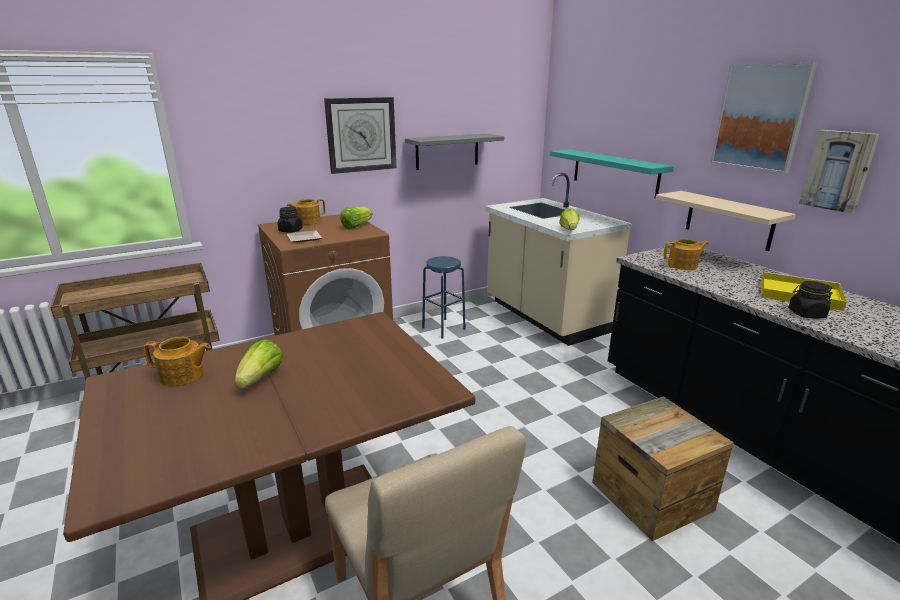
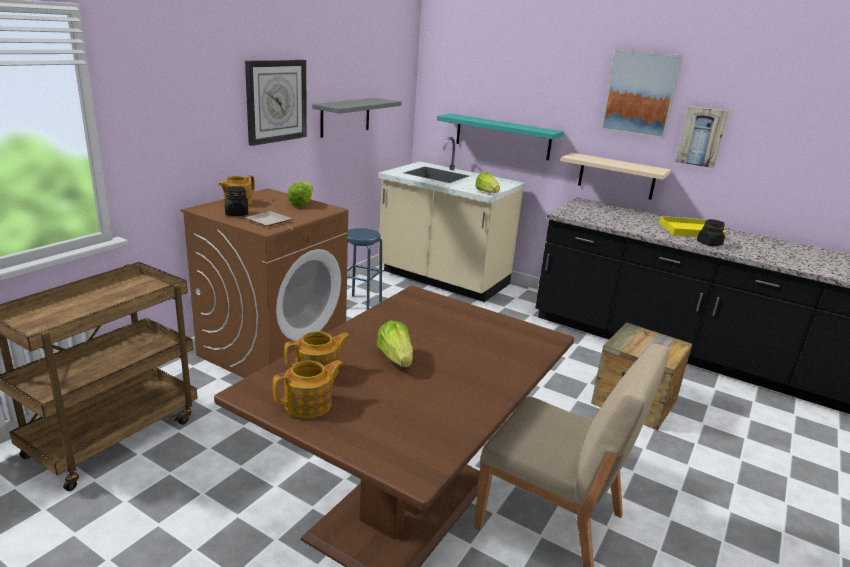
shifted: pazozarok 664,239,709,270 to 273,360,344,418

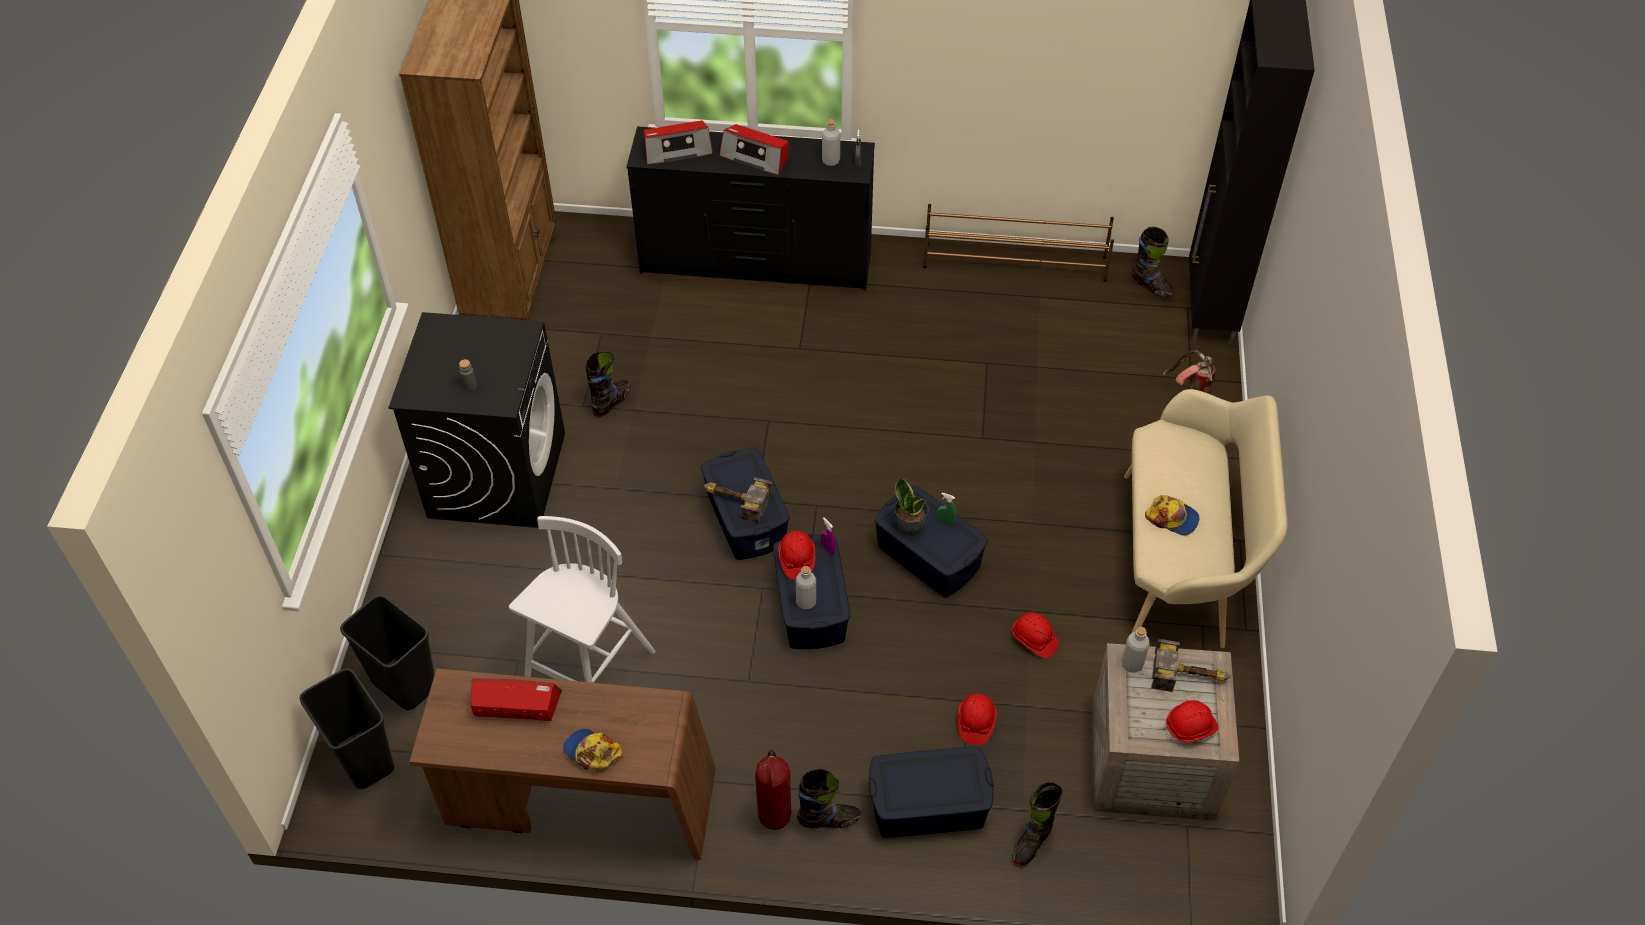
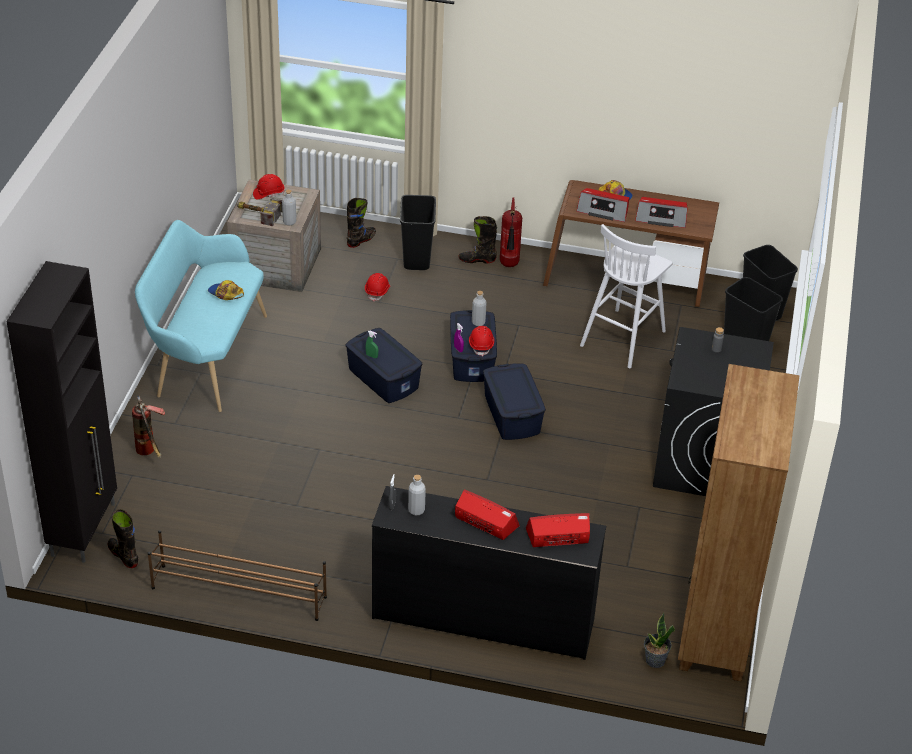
gone: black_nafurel 586,351,631,417; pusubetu 704,477,773,524; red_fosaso 1012,612,1058,658
new: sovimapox 577,188,629,222
shifted: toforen 895,477,928,537 to 644,613,675,668
swapped: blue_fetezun 869,747,994,838 to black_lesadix 400,195,436,270
repainted: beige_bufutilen 1124,389,1287,648 to turquoise_bufutilen 135,220,267,412

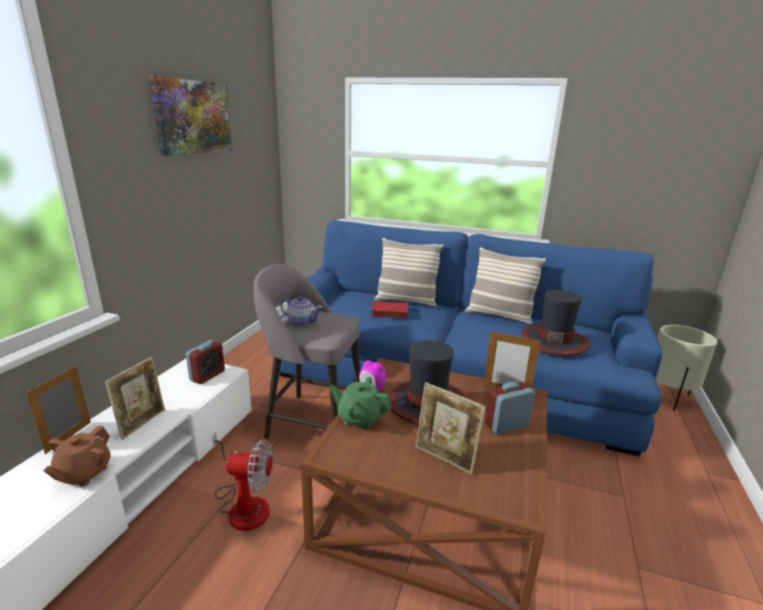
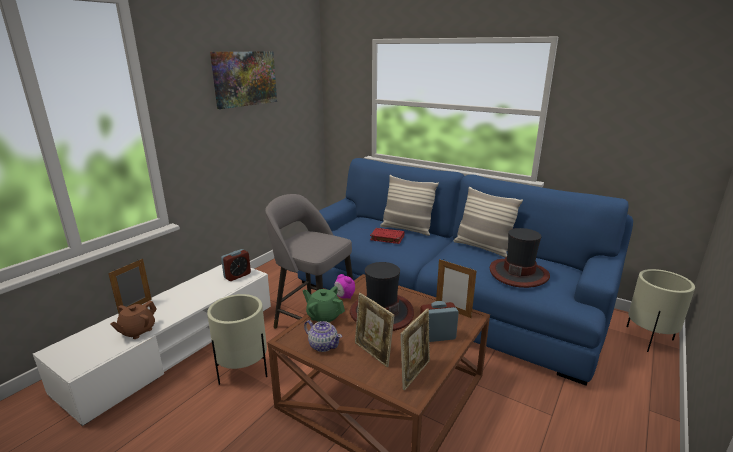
shifted: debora 105,357,165,440 to 400,309,430,391; pazozarok 280,296,322,326 to 304,320,342,352
swapped: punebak 212,432,273,531 to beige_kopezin 207,294,267,385

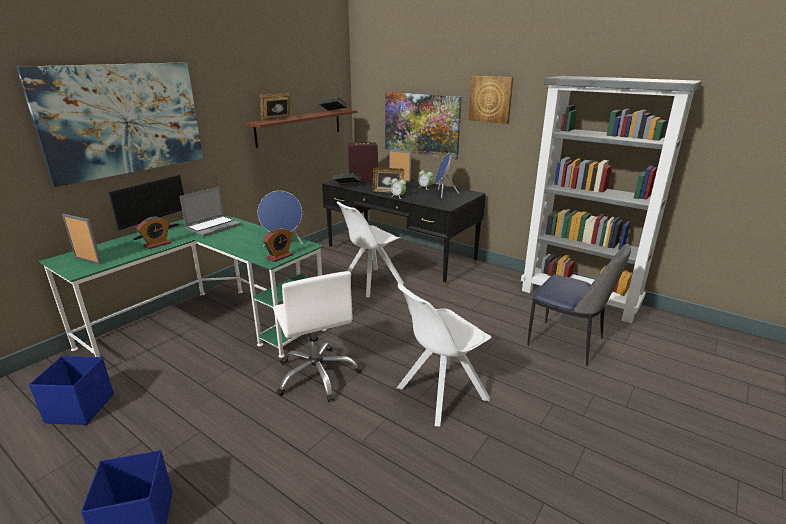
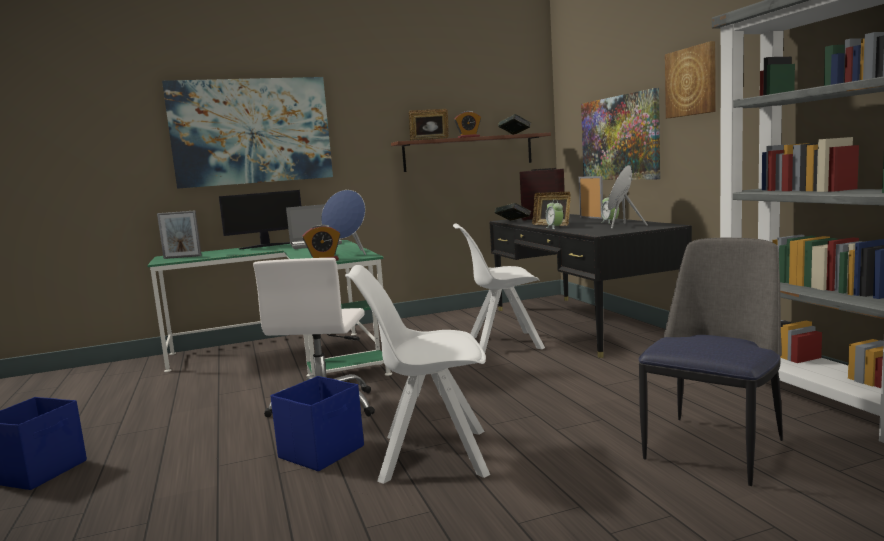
shifted: blue_fetezun 29,356,114,425 to 271,376,364,471; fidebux 137,217,171,249 to 454,111,481,138
rotated: debora 62,214,102,264 = 157,211,202,259 120 degrees clockwise; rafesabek 527,244,631,366 = 639,238,783,486 120 degrees counterclockwise

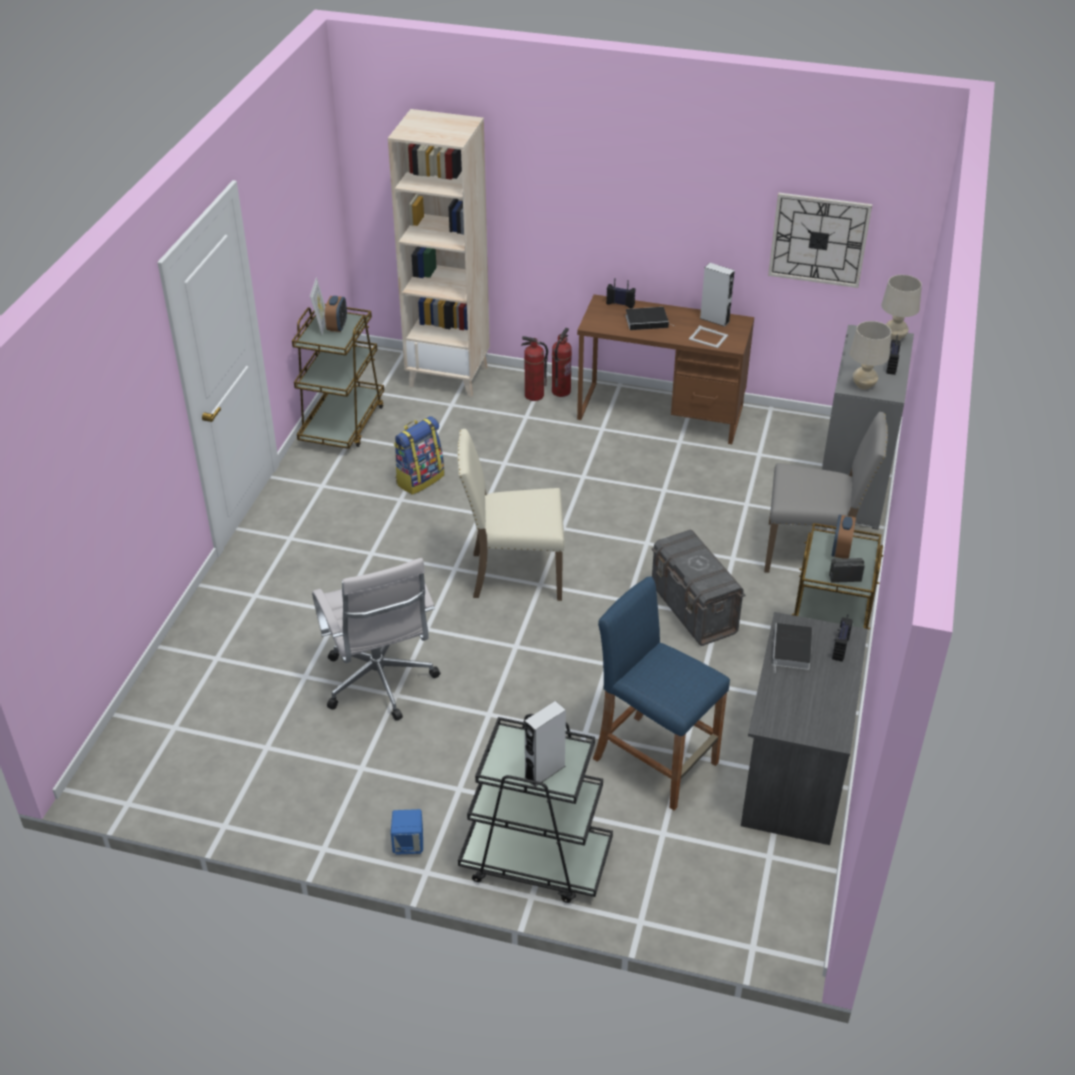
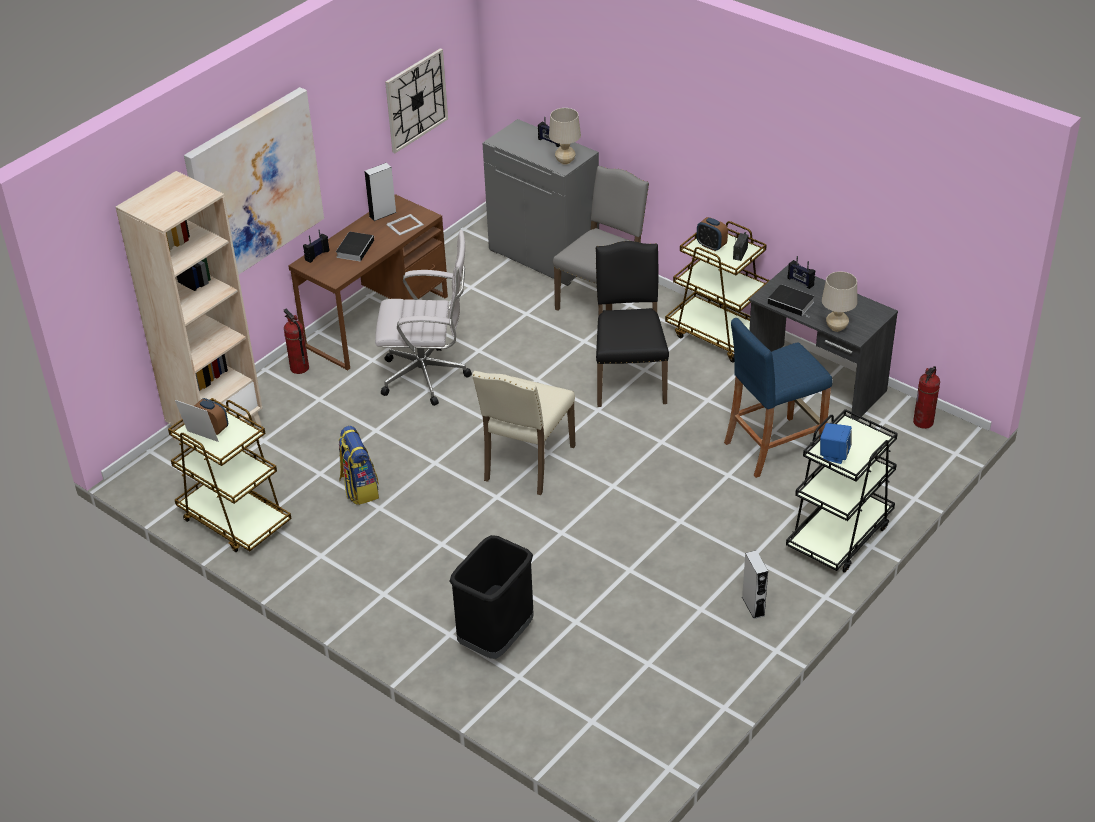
new: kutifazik 184,87,324,275; black_lesadix 449,535,534,659
shifted: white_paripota 312,558,440,721 to 375,230,472,406; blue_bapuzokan 391,809,423,855 to 820,423,852,464; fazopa 521,336,548,401 to 913,366,940,429; grey_bapuzokan 524,701,566,787 to 742,550,768,619; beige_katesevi 881,275,922,340 to 822,271,857,332
swapped: grey_fetezun 651,529,745,646 to black_rafesabek 596,241,669,407

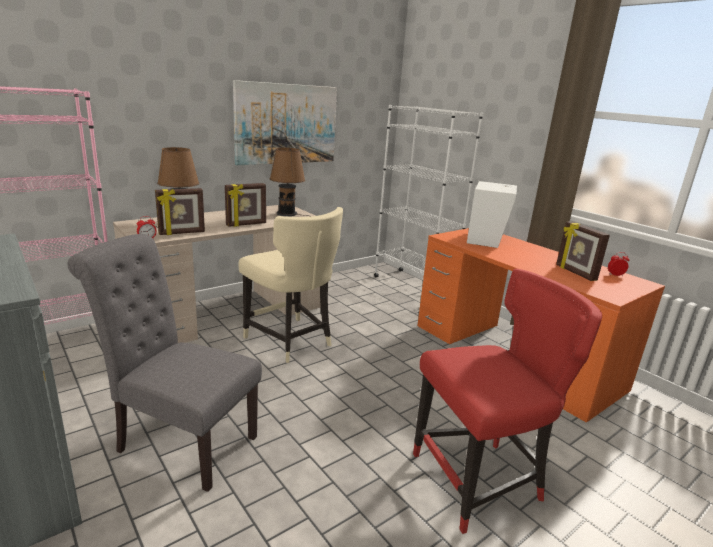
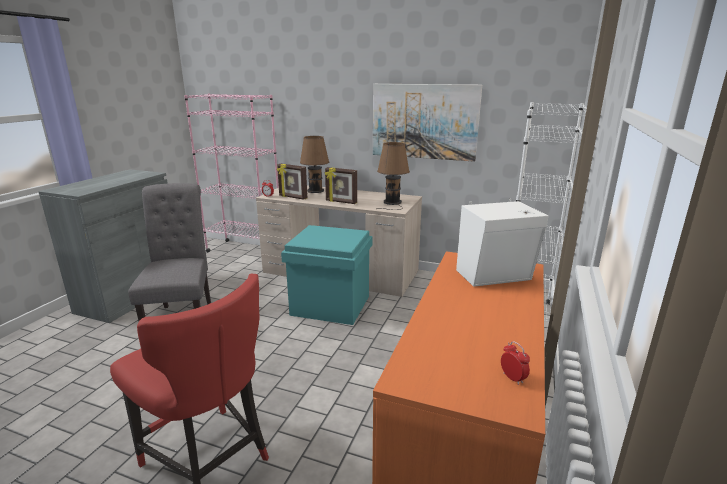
gone: debora 556,221,610,281
swapped: beige_rafesabek 238,207,343,363 to turquoise_fetezun 281,225,372,325

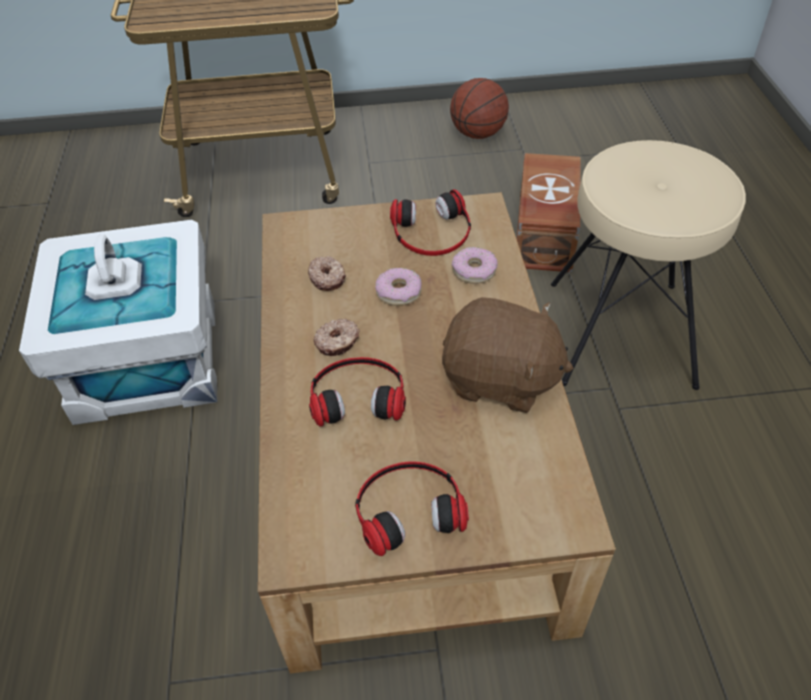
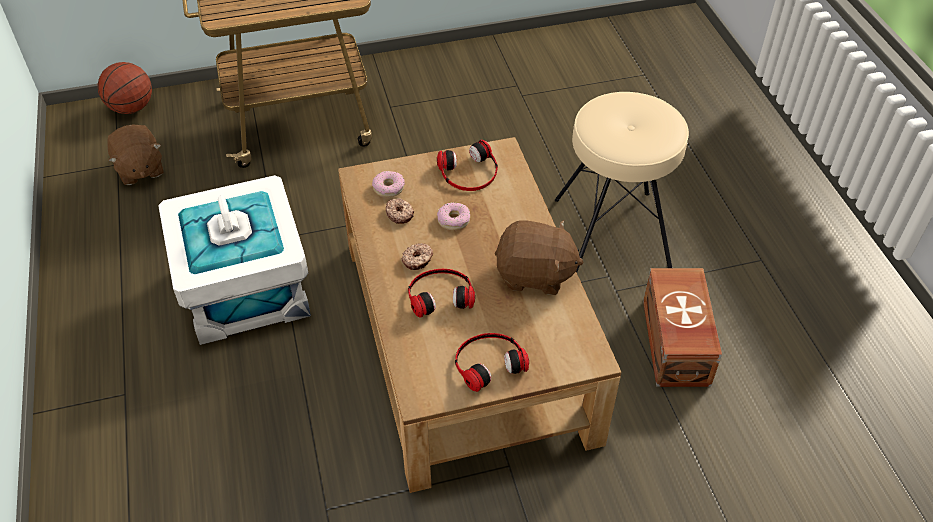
new: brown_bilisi 107,124,163,185
shifted: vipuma 450,78,509,139 to 98,62,152,114; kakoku 452,247,498,284 to 372,171,405,197; brown_fetezun 517,153,580,272 to 643,268,722,387

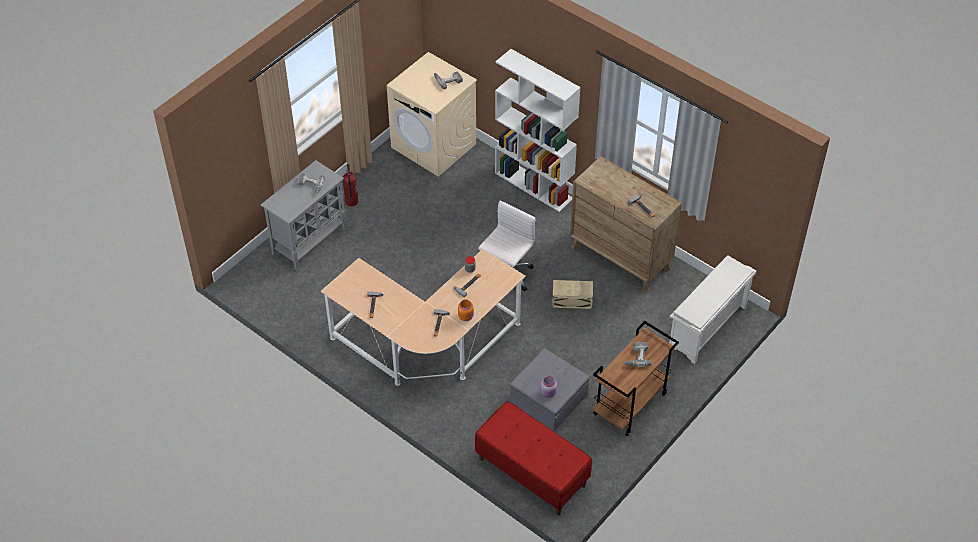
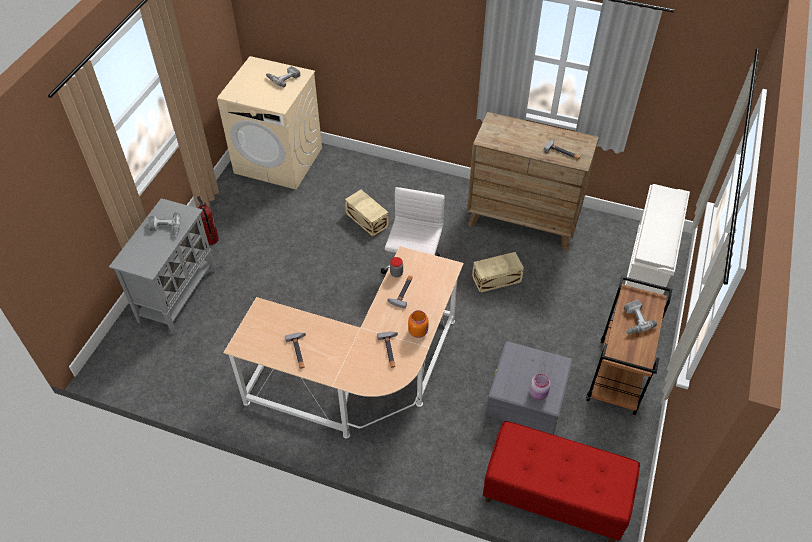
gone: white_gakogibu 495,49,581,212
new: beige_fetezun 345,190,389,237

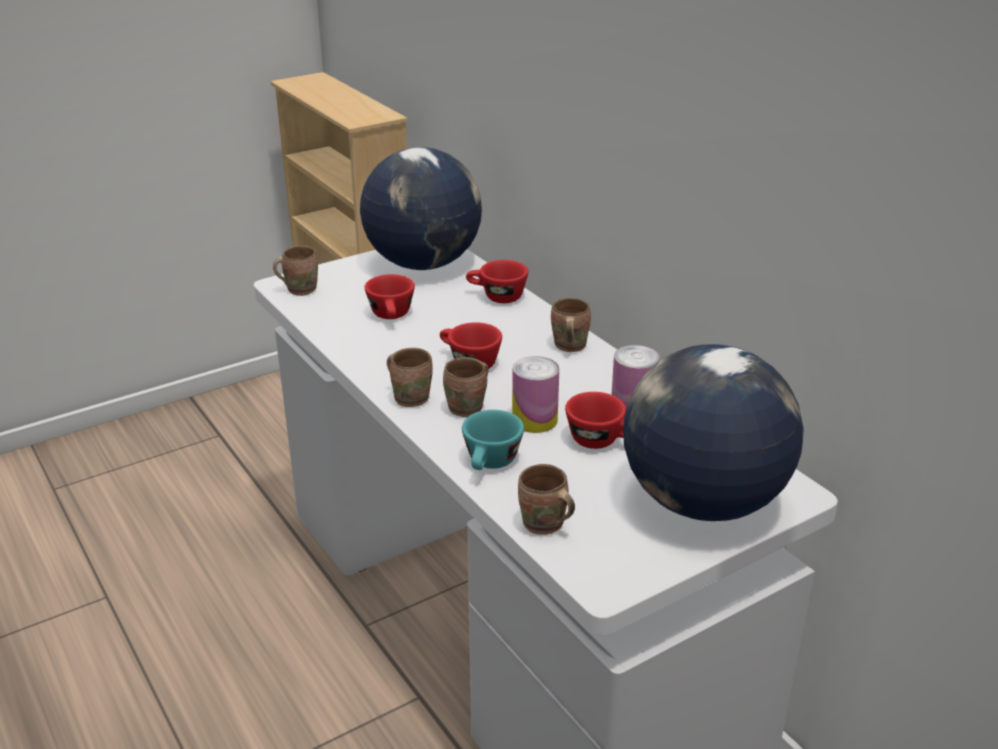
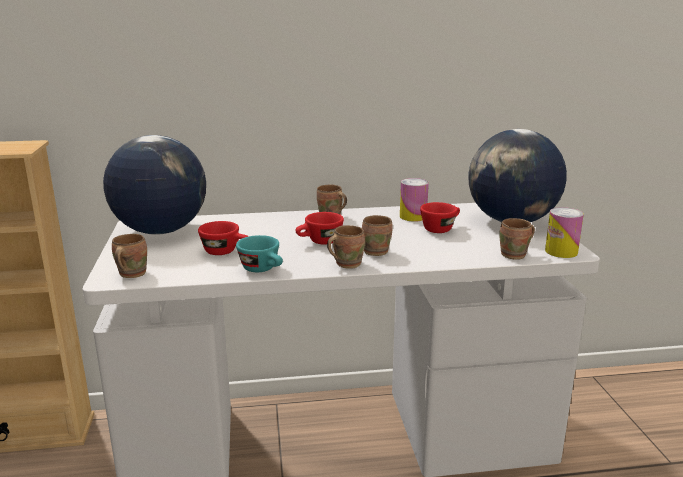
gone: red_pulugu 466,260,528,303
shifted: turquoise_pulugu 462,410,524,470 to 236,235,283,272; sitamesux 512,356,559,433 to 545,207,584,258

